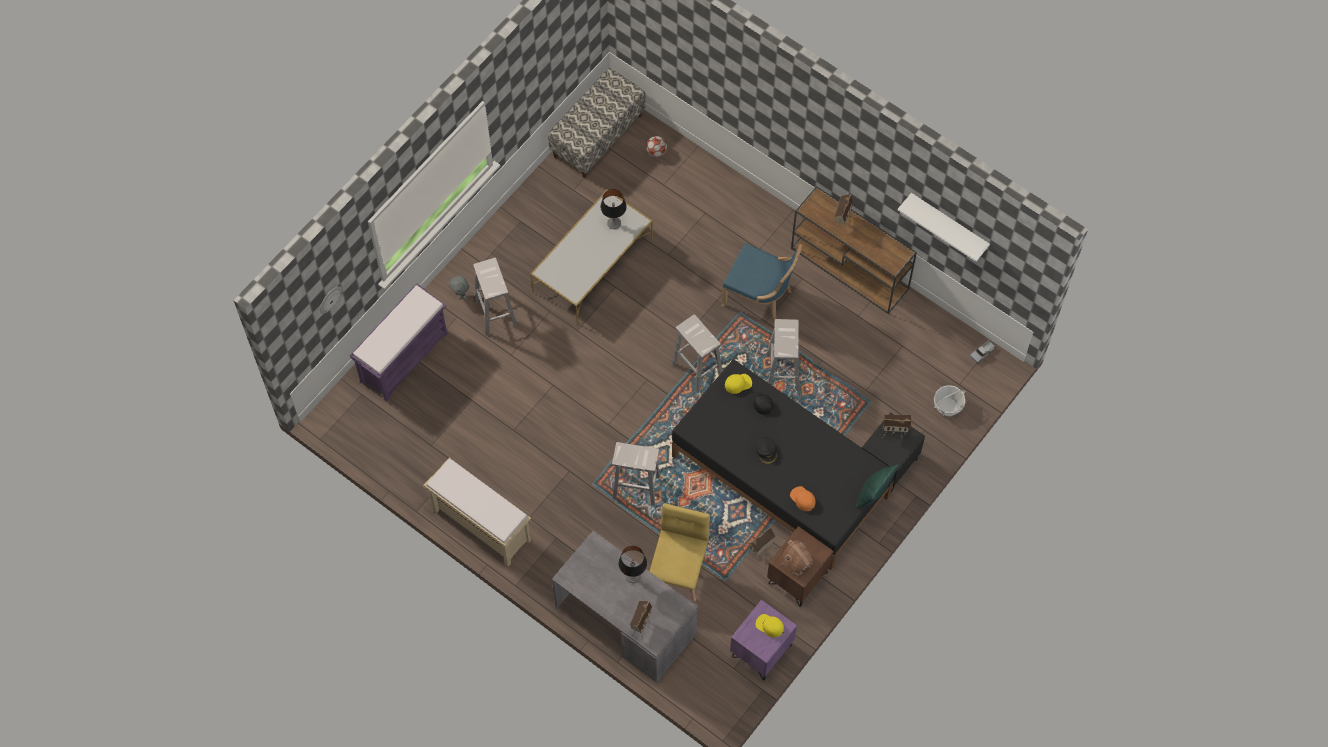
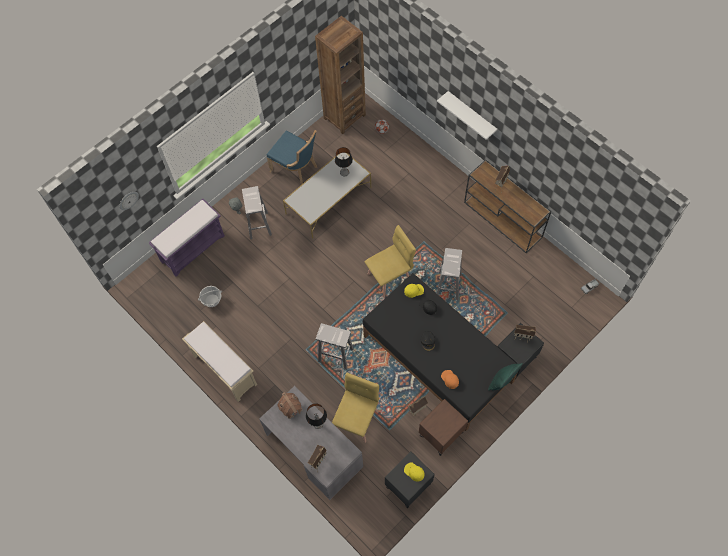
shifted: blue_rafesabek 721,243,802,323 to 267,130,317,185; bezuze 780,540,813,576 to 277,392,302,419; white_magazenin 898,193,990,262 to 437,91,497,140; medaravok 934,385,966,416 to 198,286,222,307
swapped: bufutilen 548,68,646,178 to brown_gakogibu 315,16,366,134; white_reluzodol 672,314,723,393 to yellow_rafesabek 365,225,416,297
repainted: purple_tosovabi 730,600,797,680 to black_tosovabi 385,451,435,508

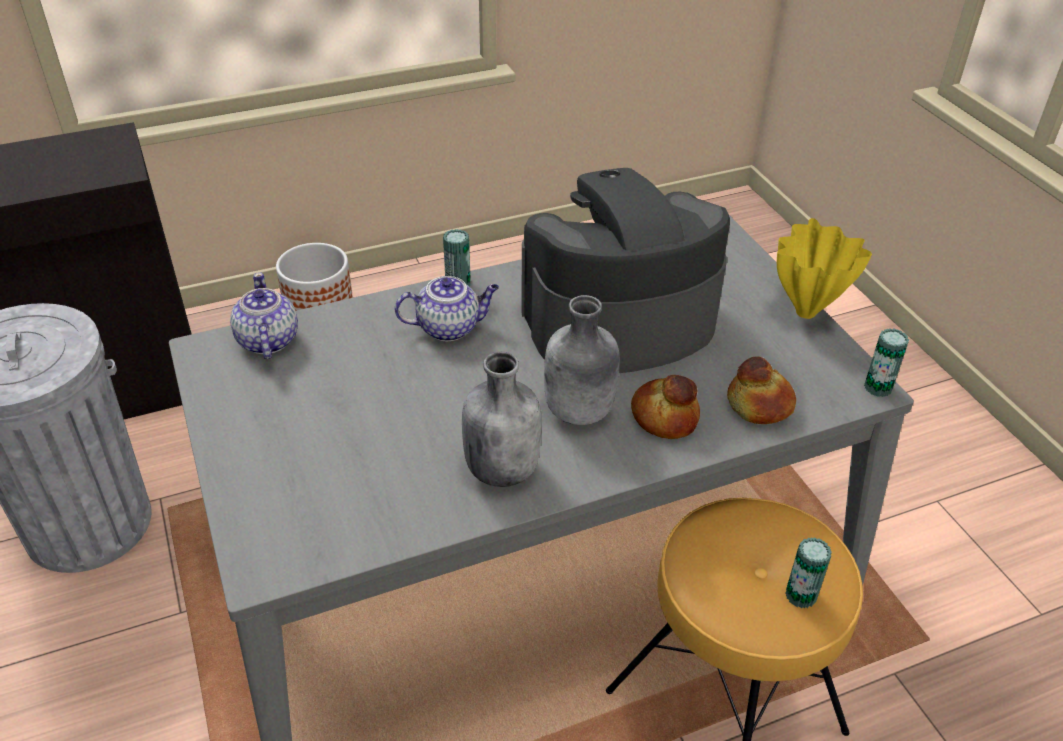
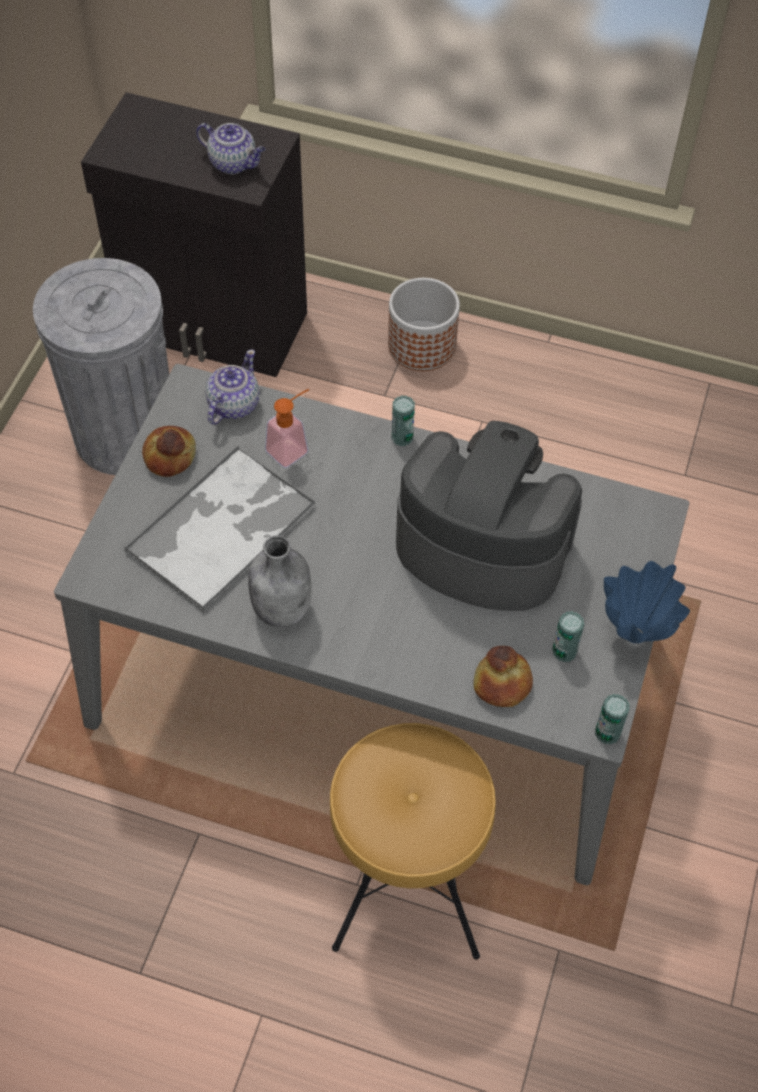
gone: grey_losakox 544,295,619,425
new: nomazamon 124,446,316,613; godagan 265,389,309,468
shifted: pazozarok 395,276,499,341 to 196,123,266,174; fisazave 631,375,700,439 to 142,426,196,477; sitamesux 785,537,832,608 to 552,611,584,662
repainted: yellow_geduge 777,218,872,319 to blue_geduge 604,561,690,643

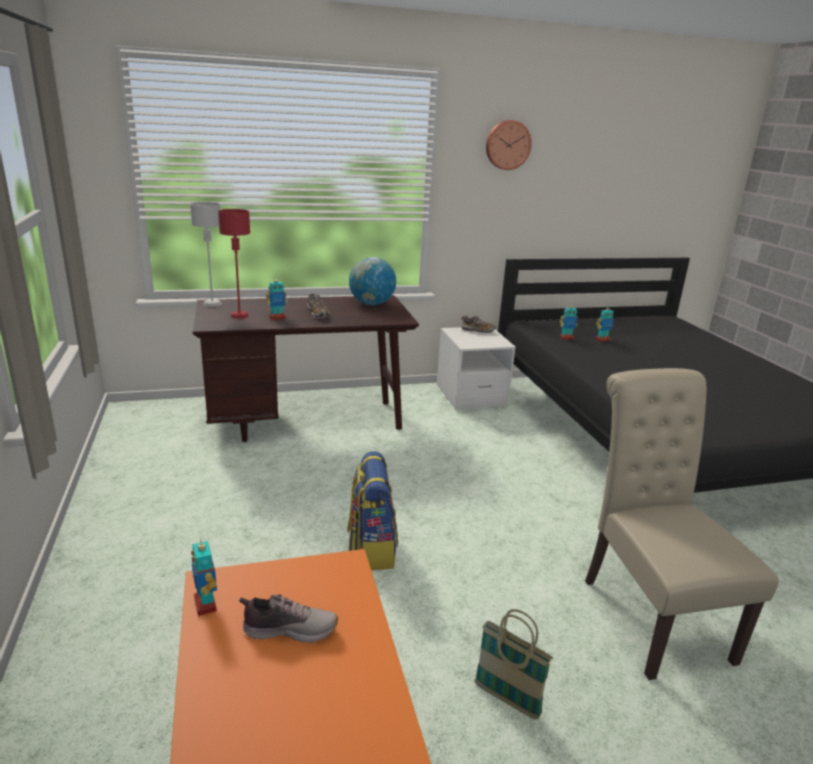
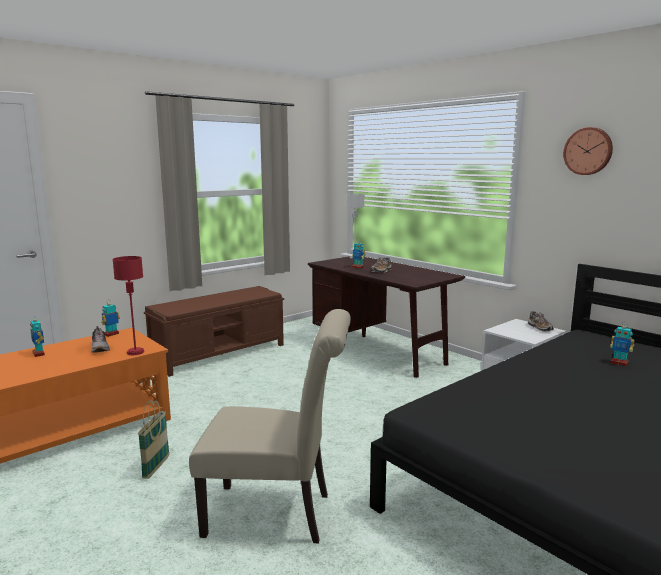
gone: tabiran 347,451,398,570; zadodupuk 349,257,396,305
new: brown_bufutilen 144,286,284,377
shifted: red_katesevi 218,209,250,319 to 113,256,145,355; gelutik 560,304,578,340 to 30,316,45,357
rotated: beige_rafesabek 585,368,779,680 = 189,309,351,544 45 degrees clockwise

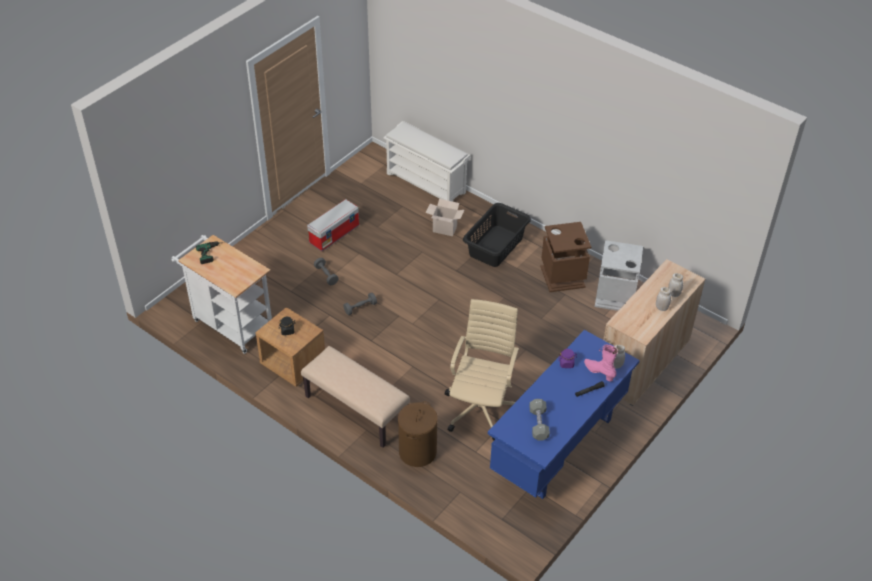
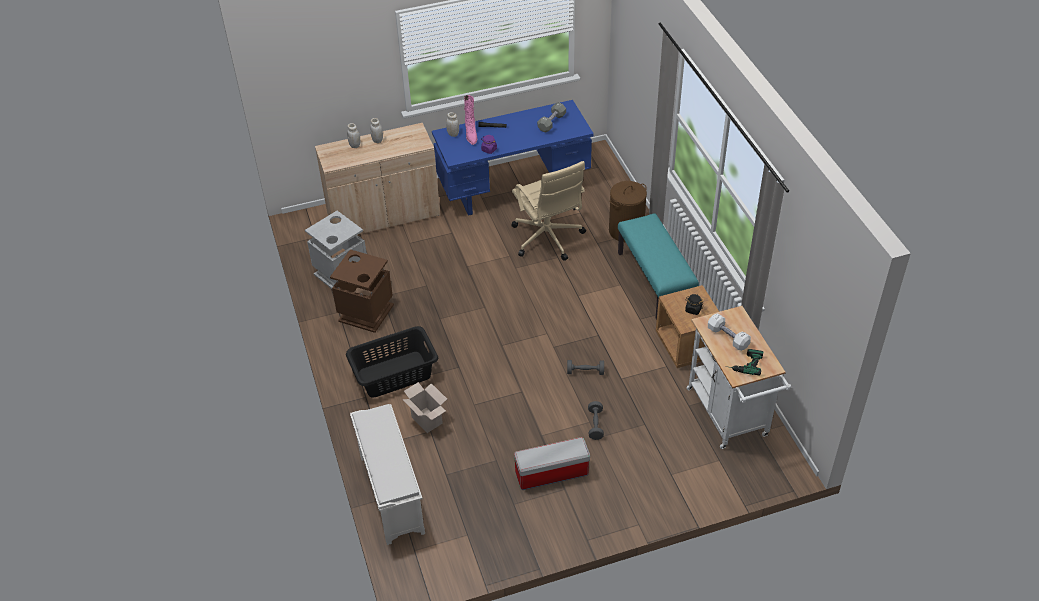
new: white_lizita 708,314,751,351
repainted: beige_bufutilen 301,346,410,448 to turquoise_bufutilen 618,213,699,320
rotated: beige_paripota 445,299,519,440 = 511,161,586,261 75 degrees counterclockwise

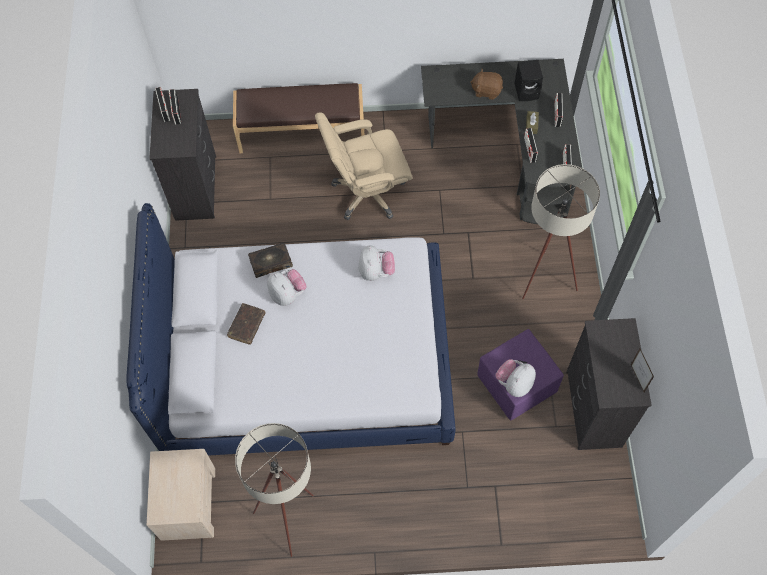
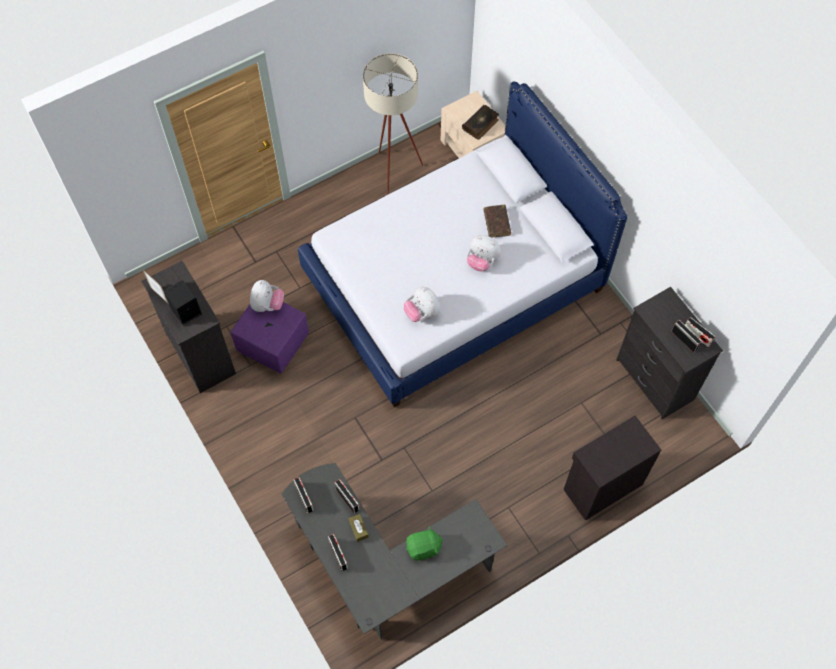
gone: beige_paripota 315,113,412,220; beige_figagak 522,164,600,299
shifted: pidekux 248,242,293,278 to 462,105,499,140; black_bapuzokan 515,60,543,101 to 164,280,202,326
swapped: brown_bufutilen 233,83,364,153 to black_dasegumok 563,416,661,521
repainted: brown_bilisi 470,69,503,100 to green_bilisi 406,526,443,560

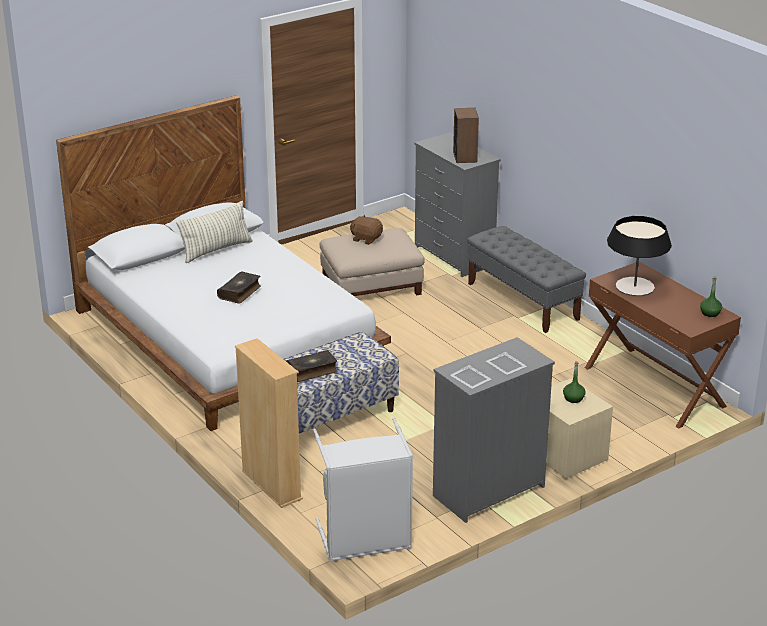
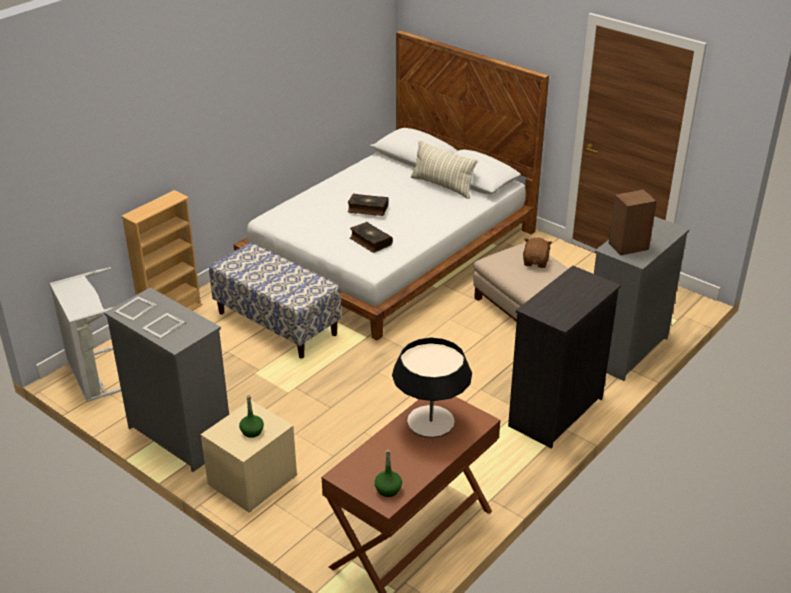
shifted: pidekux 286,350,338,382 to 350,222,393,253
swapped: grey_bufutilen 467,226,586,333 to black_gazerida 508,266,621,449

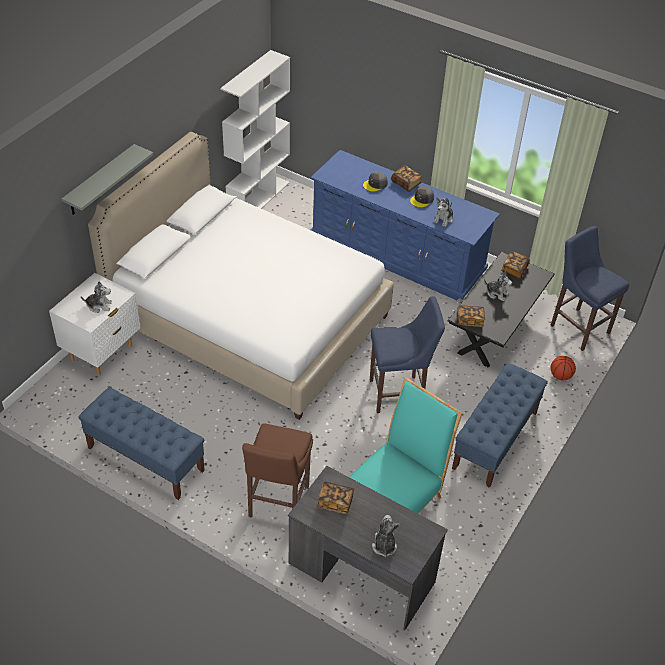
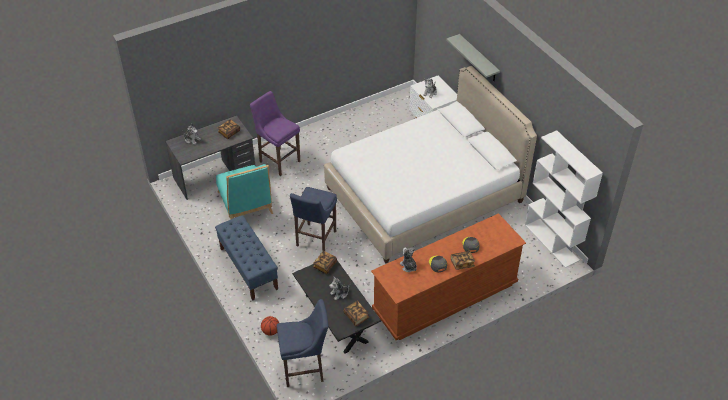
gone: blue_bufutilen 78,387,205,500
repainted: brown_reluzodol 242,423,313,518 to purple_reluzodol 250,91,300,176; blue_gazerida 310,150,500,300 to brown_gazerida 371,213,526,340

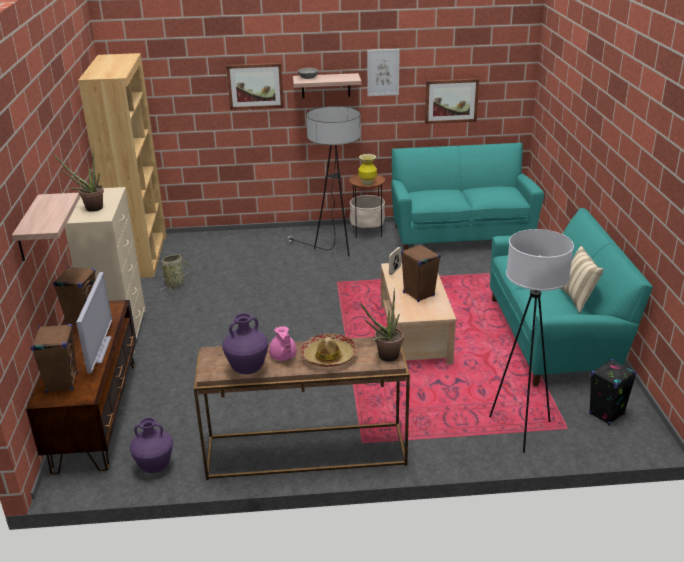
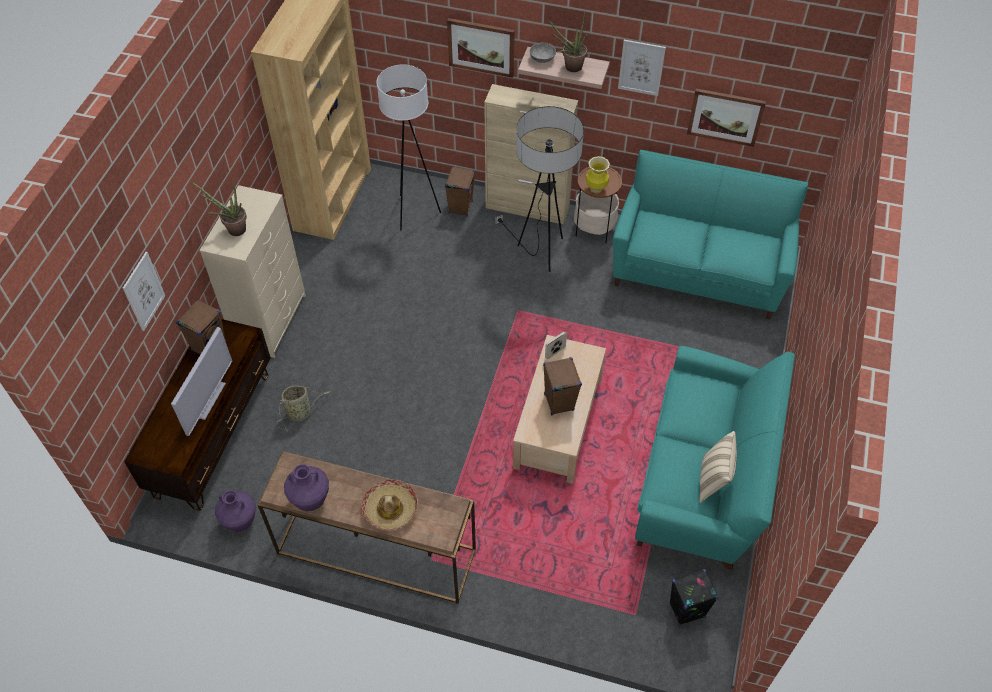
gone: pink_pazozarok 269,326,297,361
new: beige_dasegumok 484,84,578,225
shifted: brown_bapuzokan 31,324,78,393 to 445,166,475,216; medaravok 160,254,195,291 to 276,385,330,432; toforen 361,288,404,361 to 549,12,587,72; white_figagak 489,229,574,453 to 377,65,441,230
swapped: magazenin 12,193,80,261 to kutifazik 123,252,165,331

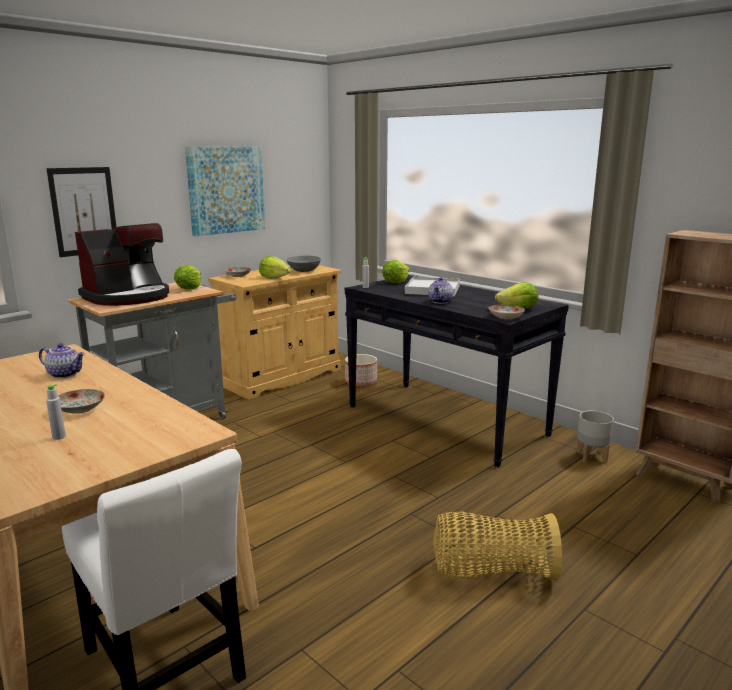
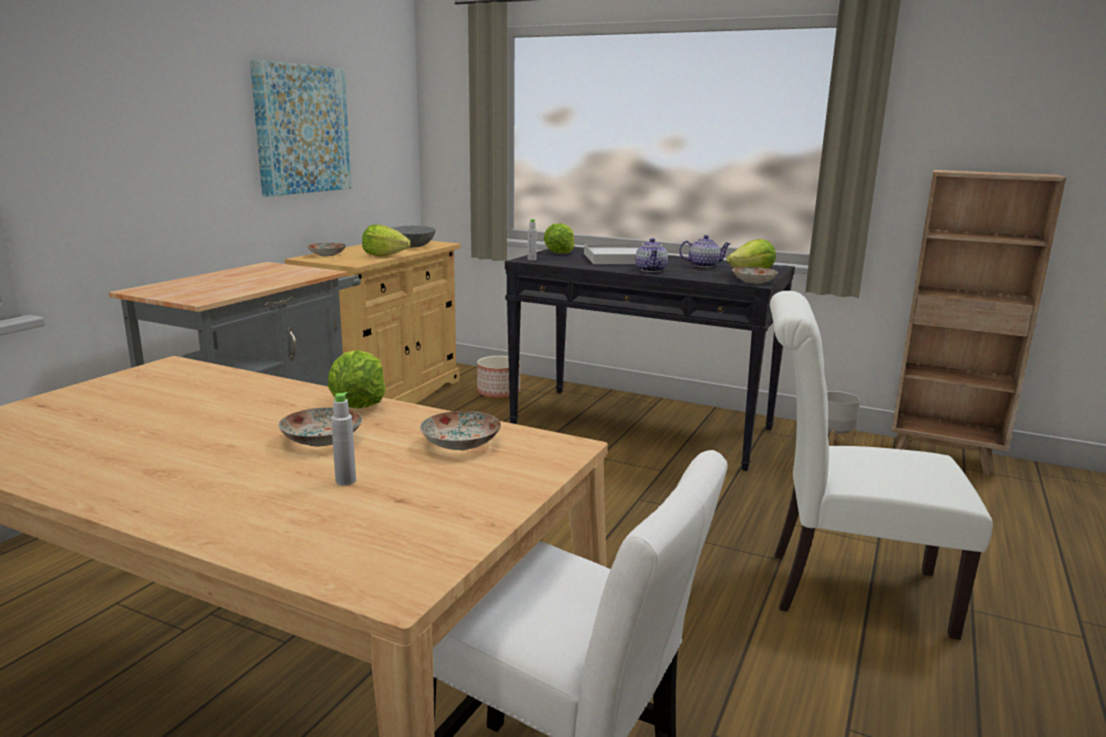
gone: kutifazik 46,167,116,257; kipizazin 75,223,169,306
new: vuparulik 420,411,501,450
shifted: pazozarok 39,343,85,378 to 679,235,731,268; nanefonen 174,265,201,289 to 327,350,386,408
swapped: medaravok 433,511,562,581 to white_rafesabek 770,291,993,640

